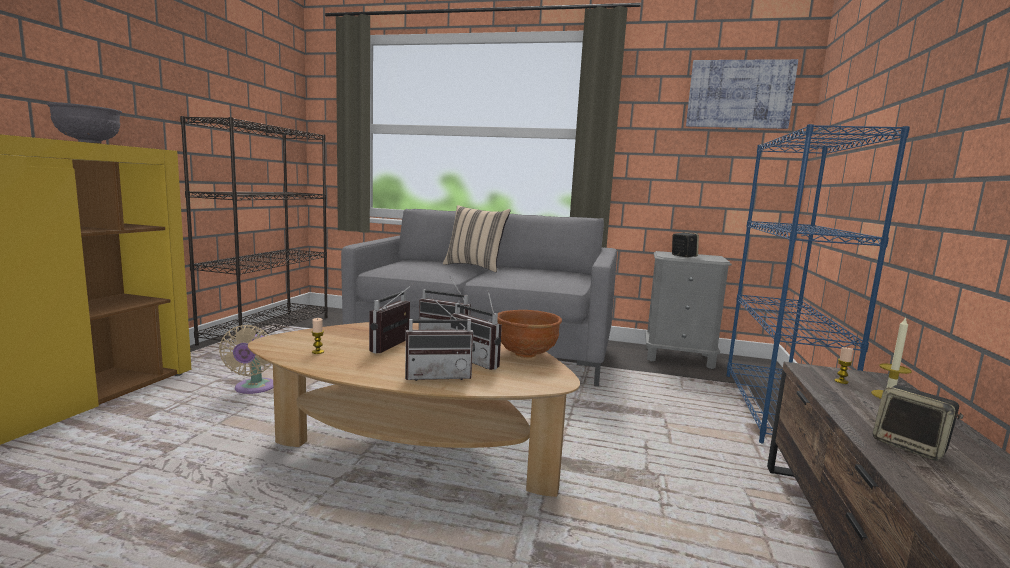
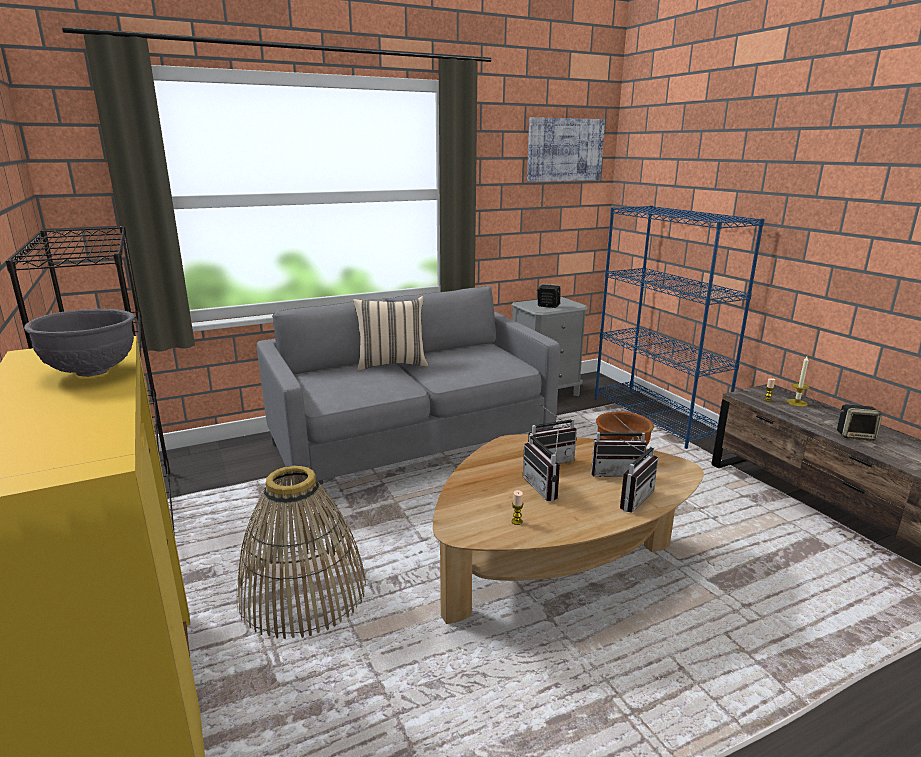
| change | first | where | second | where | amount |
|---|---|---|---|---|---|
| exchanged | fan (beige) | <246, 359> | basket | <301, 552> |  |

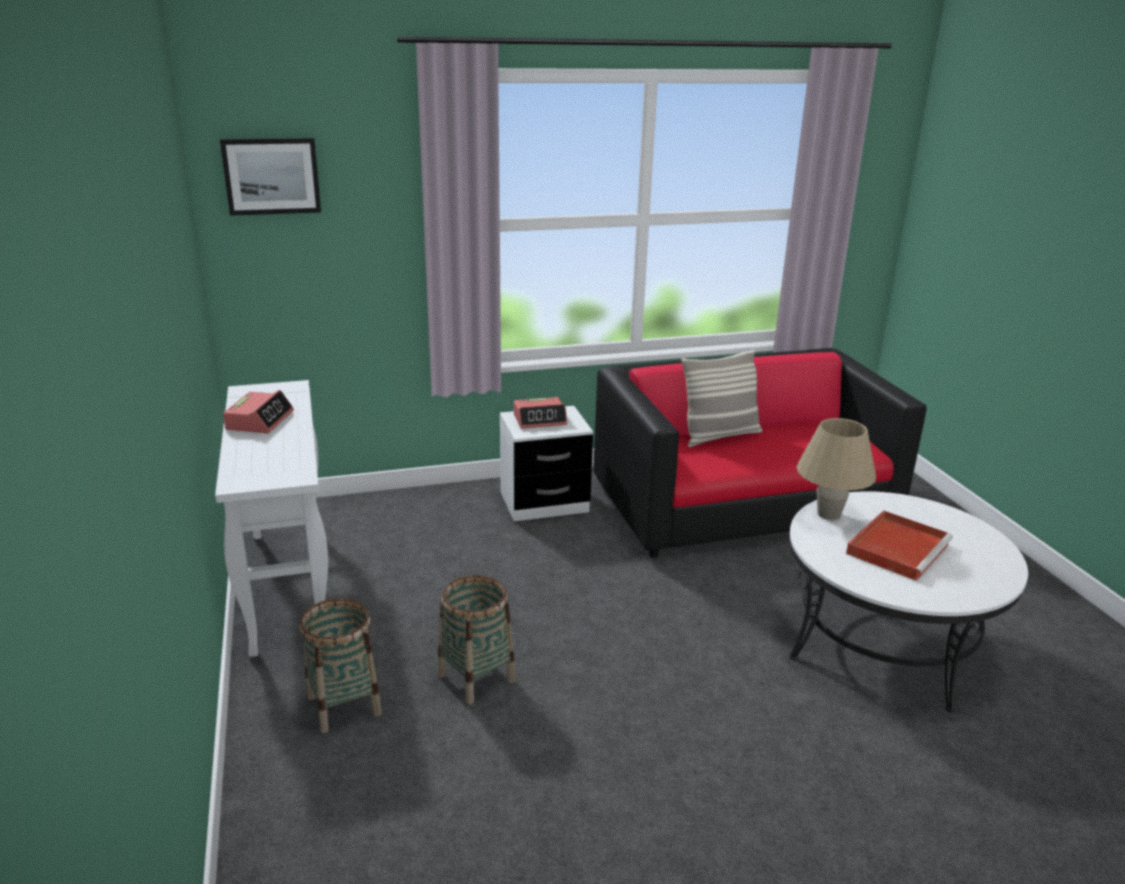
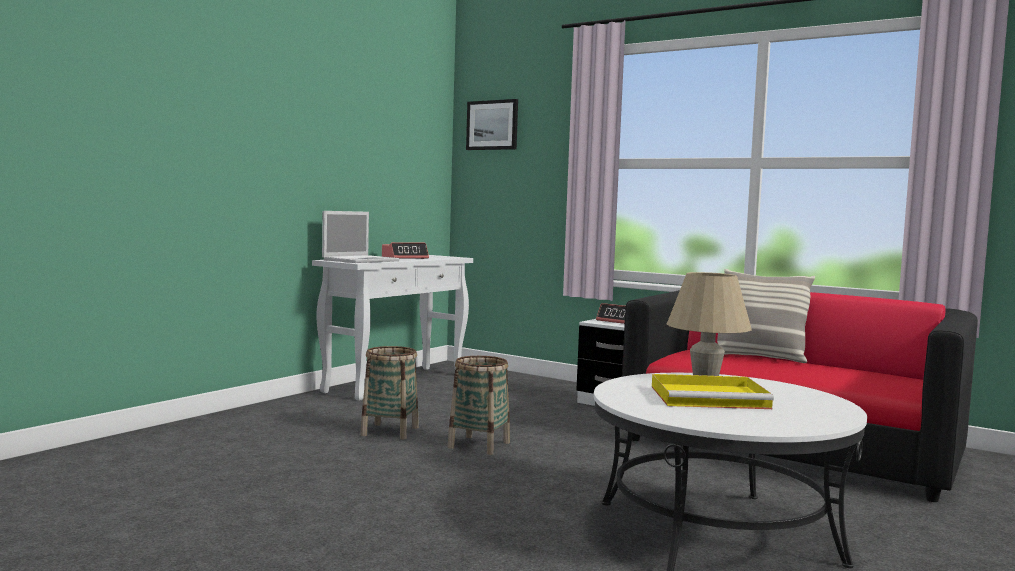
| change | first | where | second | where | amount |
|---|---|---|---|---|---|
| relocated | basket | <340, 665> |  | <478, 405> |  |
| colour | tray (red) | <899, 545> | tray (yellow) | <713, 391> |  |
| appeared |  |  | laptop | <361, 237> |  |

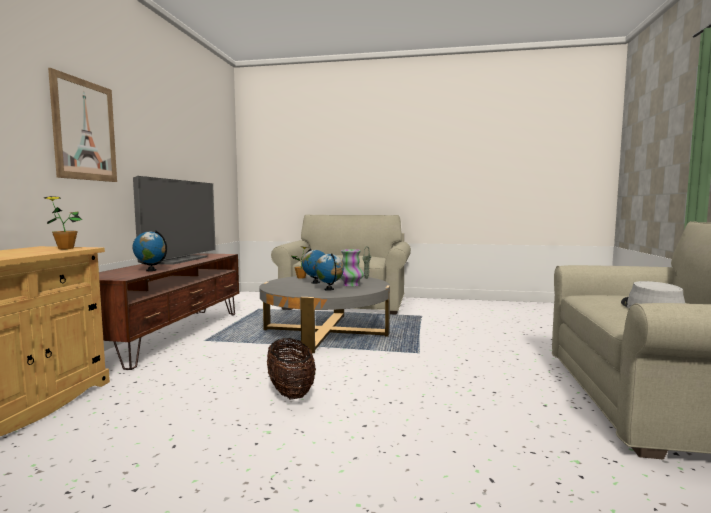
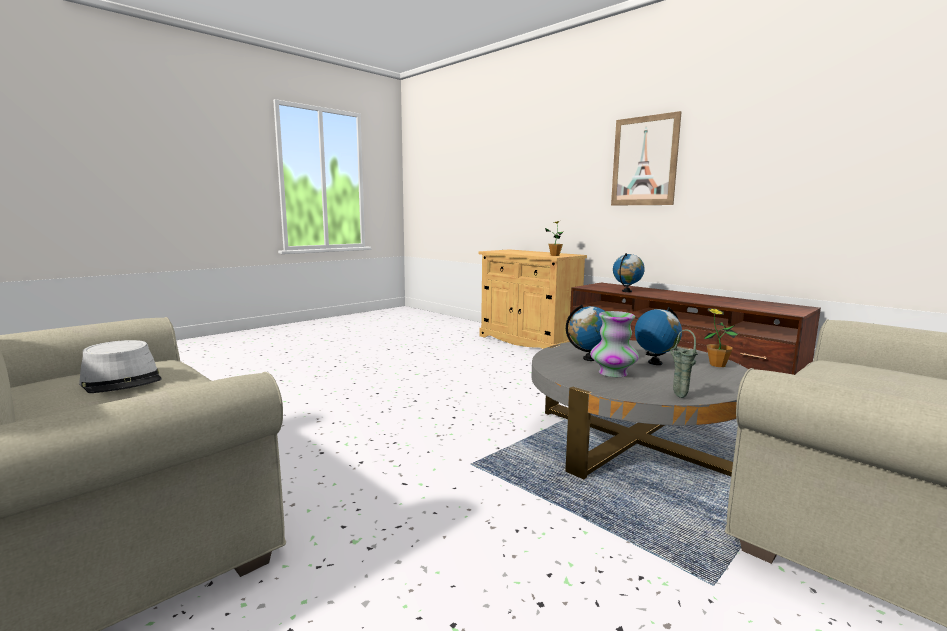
| change | first | where | second | where | amount |
|---|---|---|---|---|---|
| missing | television | <174, 220> |  |  |  |
| missing | basket | <291, 368> |  |  |  |

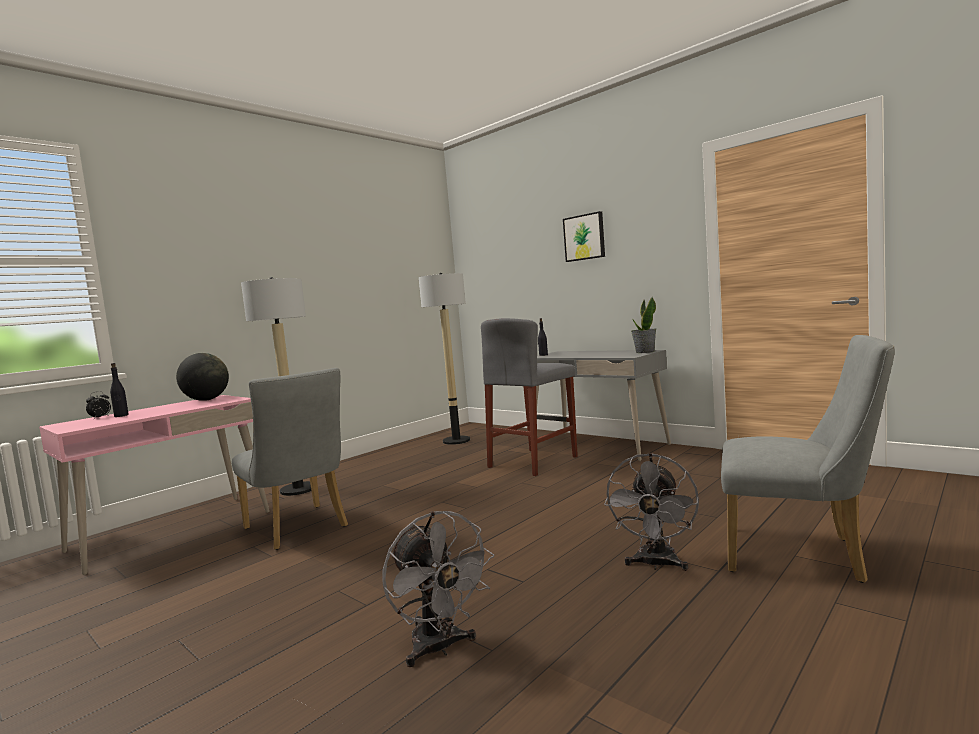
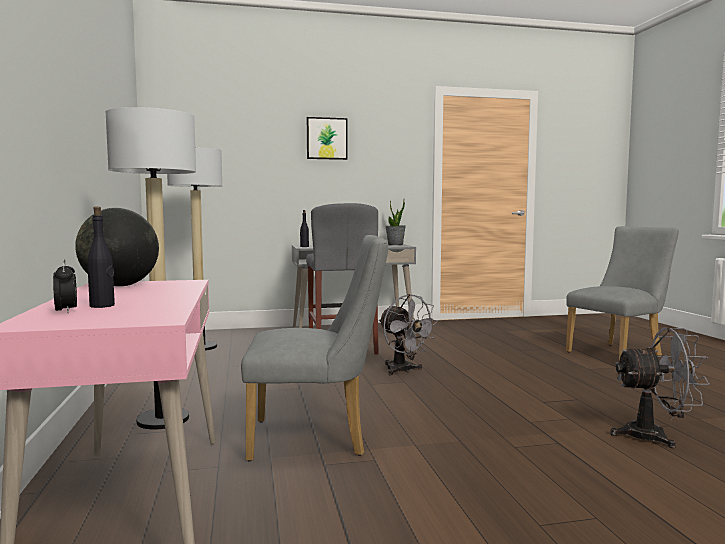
| change | first | where | second | where | amount |
|---|---|---|---|---|---|
| relocated | fan (grey) | <651, 512> |  | <408, 334> |  |

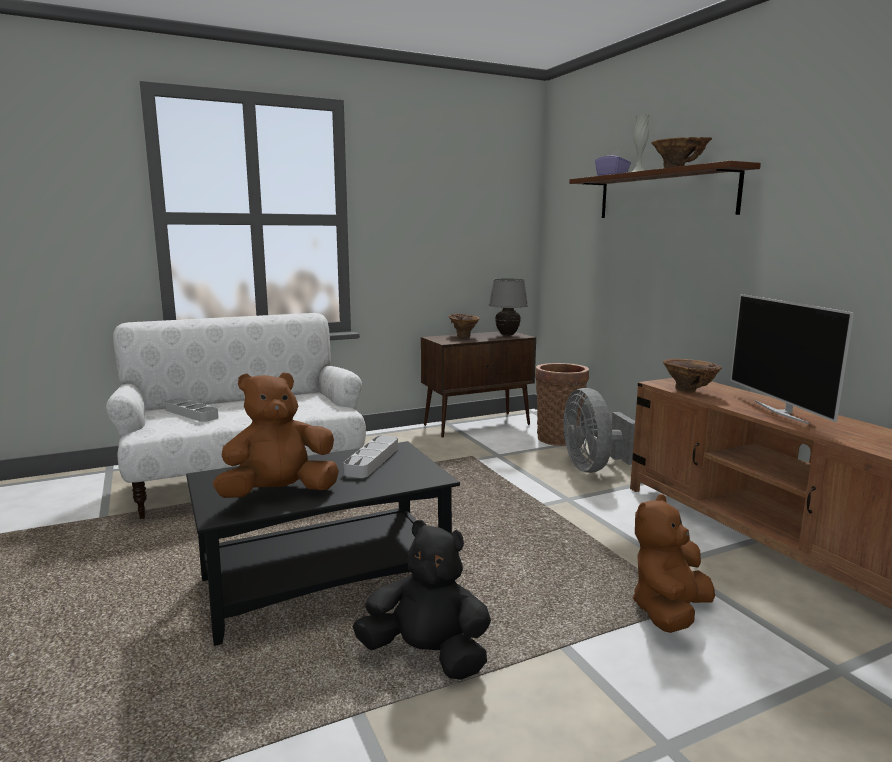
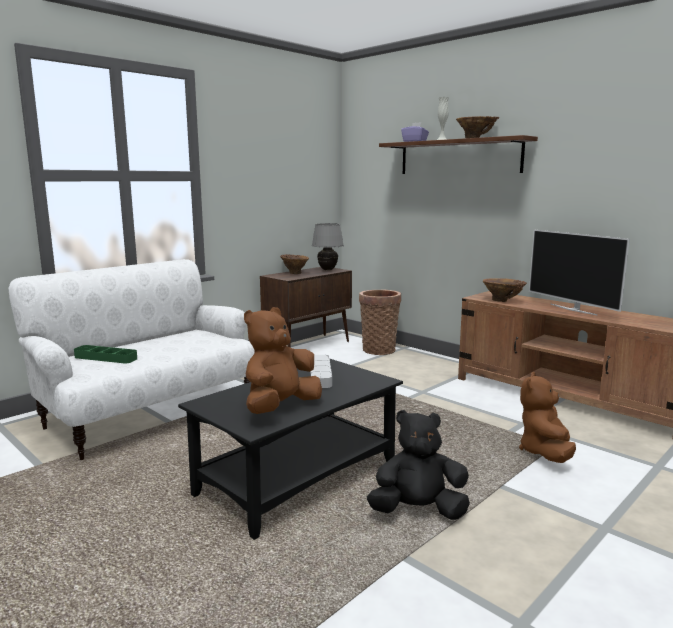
| change | first | where | second | where | amount |
|---|---|---|---|---|---|
| colour | tray (grey) | <192, 410> | tray (green) | <105, 354> |  |
| missing | fan (grey) | <599, 430> |  |  |  |

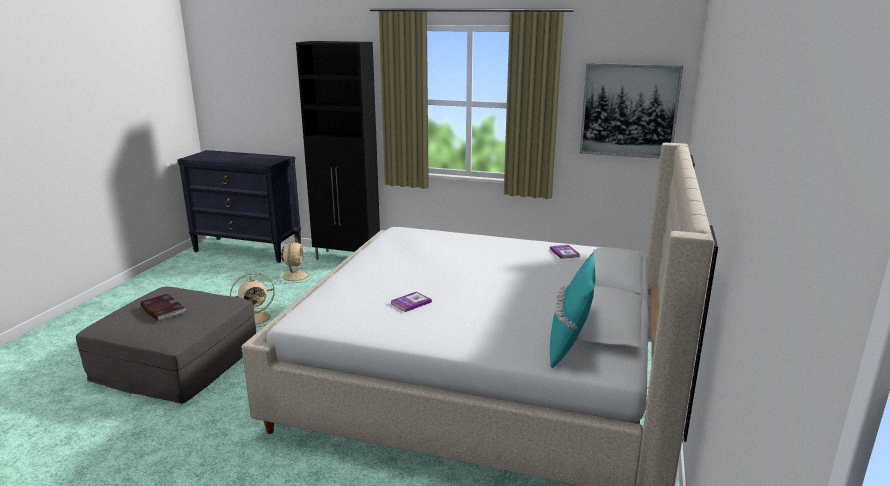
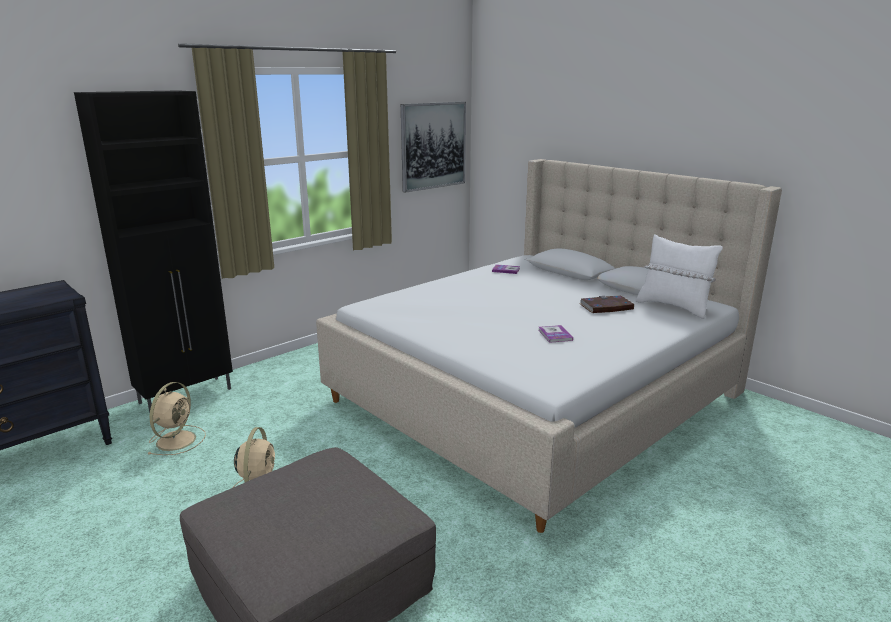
| change | first | where | second | where | amount |
|---|---|---|---|---|---|
| relocated | book | <163, 307> |  | <607, 304> |  |
| spun | fan (beige) | <296, 260> |  | <176, 418> | 75 degrees clockwise |
| colour | pillow (turquoise) | <573, 310> | pillow (white) | <679, 276> |  |

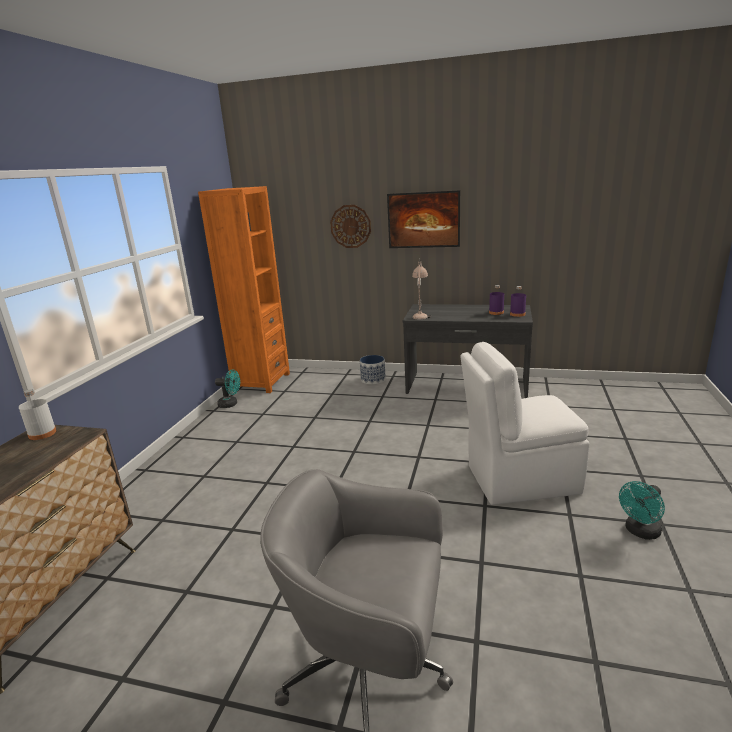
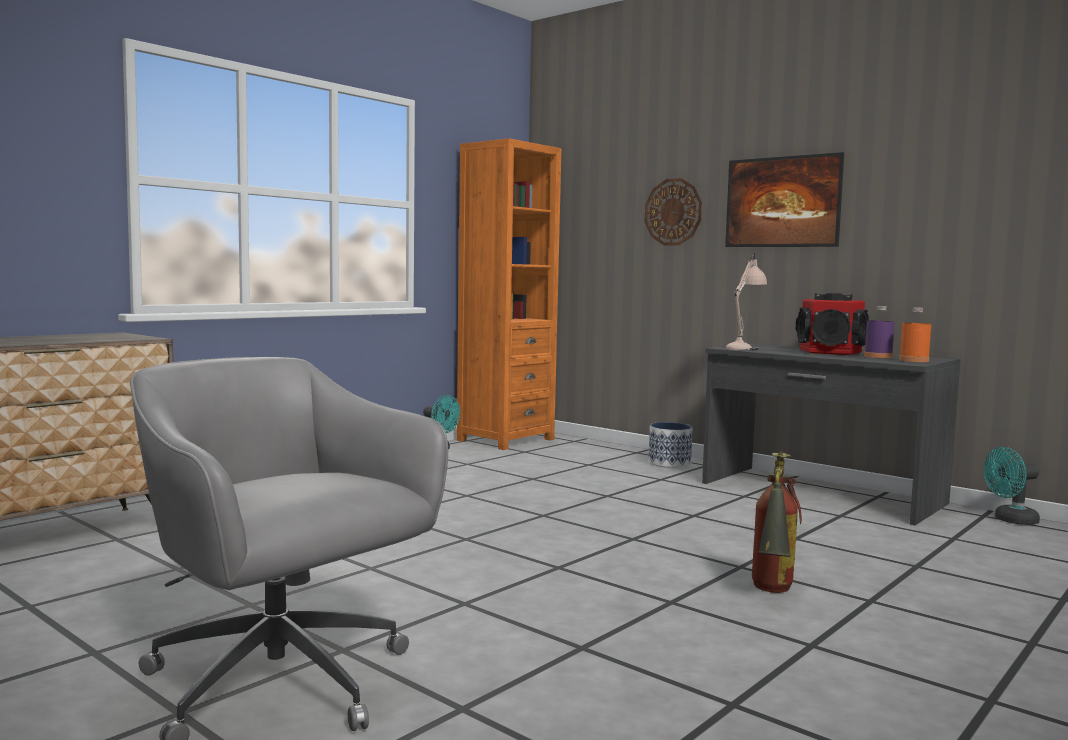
| change | first | where | second | where | amount |
|---|---|---|---|---|---|
| missing | bottle (white) | <38, 414> |  |  |  |
| exchanged | chair (white) | <524, 423> | fire extinguisher | <777, 522> |  |
| colour | bottle (purple) | <518, 301> | bottle (orange) | <915, 334> |  |
| relocated | fan (turquoise) | <642, 510> |  | <1012, 486> |  |
| appeared |  |  | speaker | <832, 324> |  |

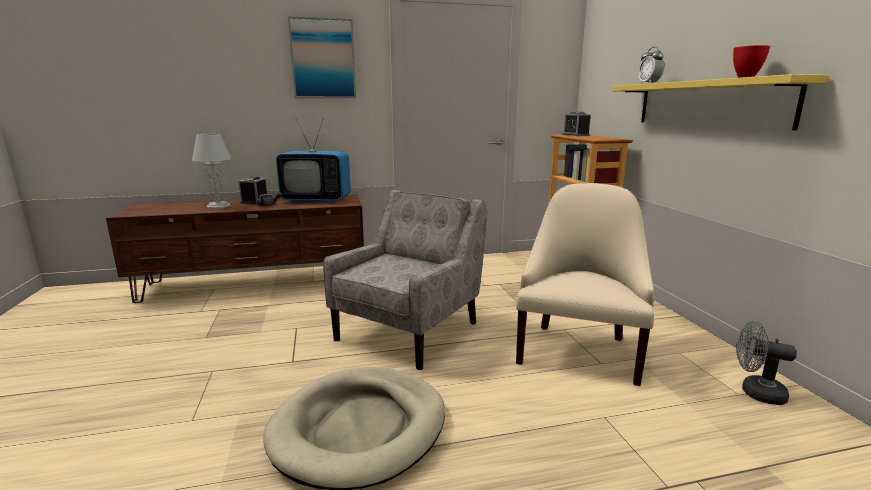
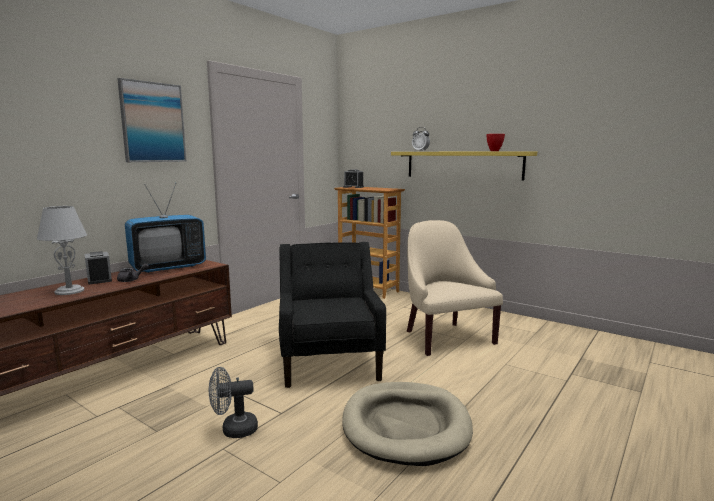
| change | first | where | second | where | amount |
|---|---|---|---|---|---|
| colour | armchair (beige) | <405, 280> | armchair (black) | <332, 315> |  |
| relocated | fan (grey) | <766, 363> |  | <233, 402> |  |

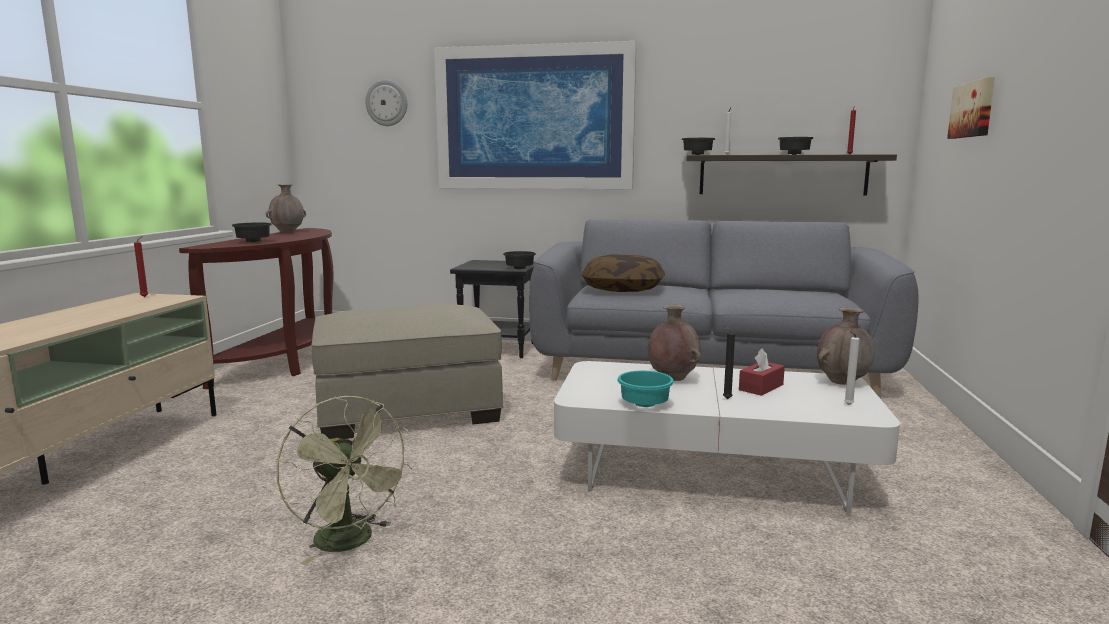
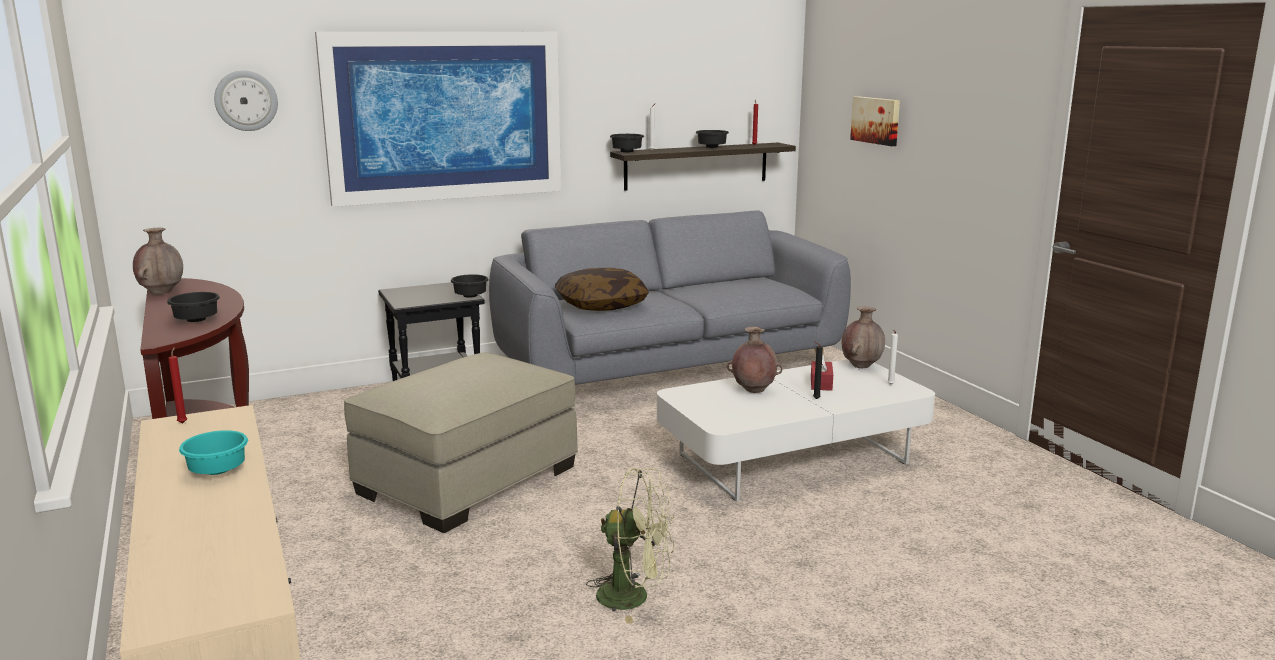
| change | first | where | second | where | amount |
|---|---|---|---|---|---|
| relocated | bowl (turquoise) | <645, 389> |  | <213, 452> |  |

